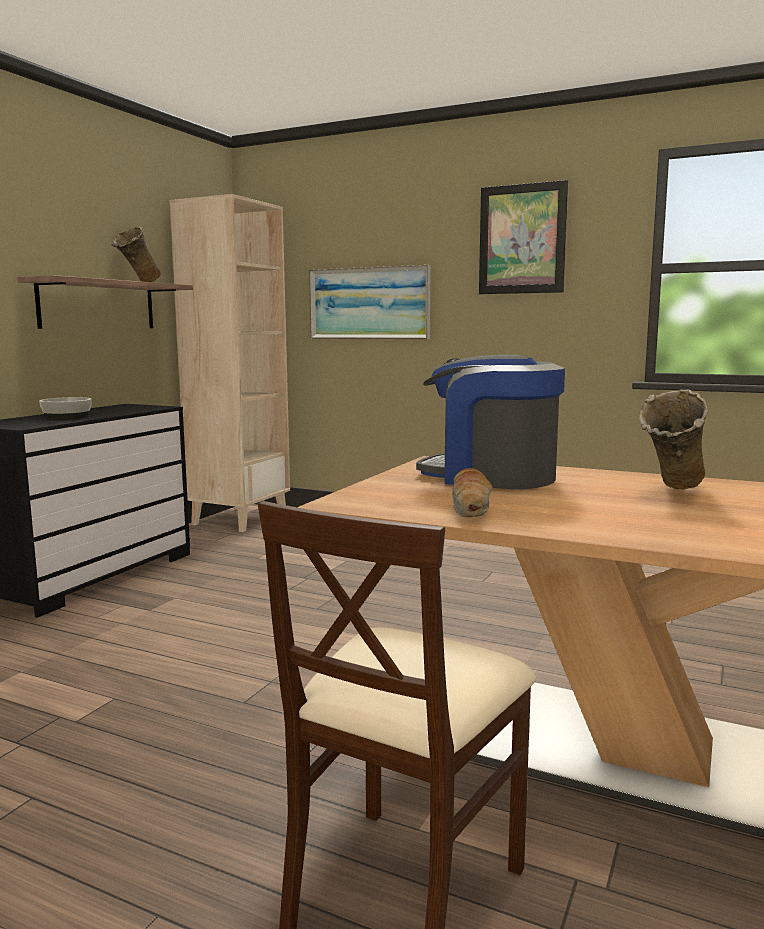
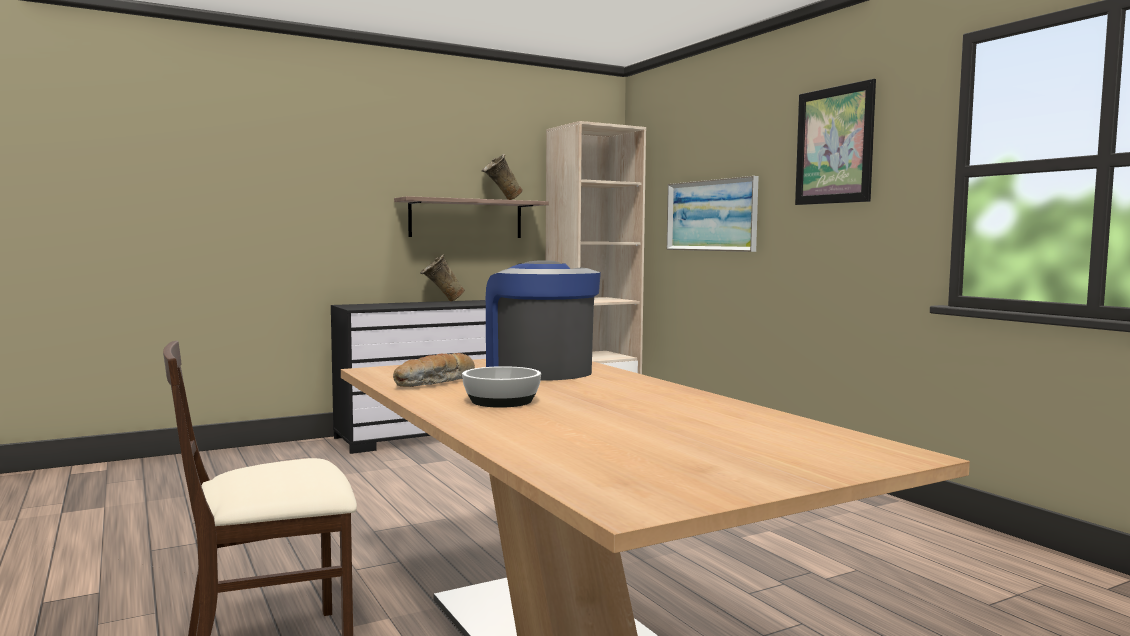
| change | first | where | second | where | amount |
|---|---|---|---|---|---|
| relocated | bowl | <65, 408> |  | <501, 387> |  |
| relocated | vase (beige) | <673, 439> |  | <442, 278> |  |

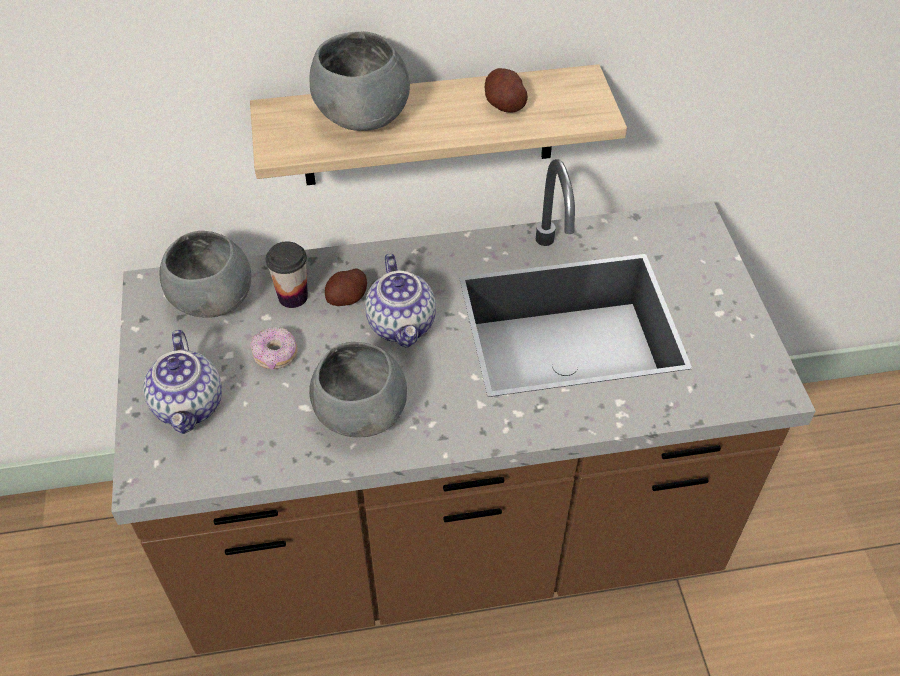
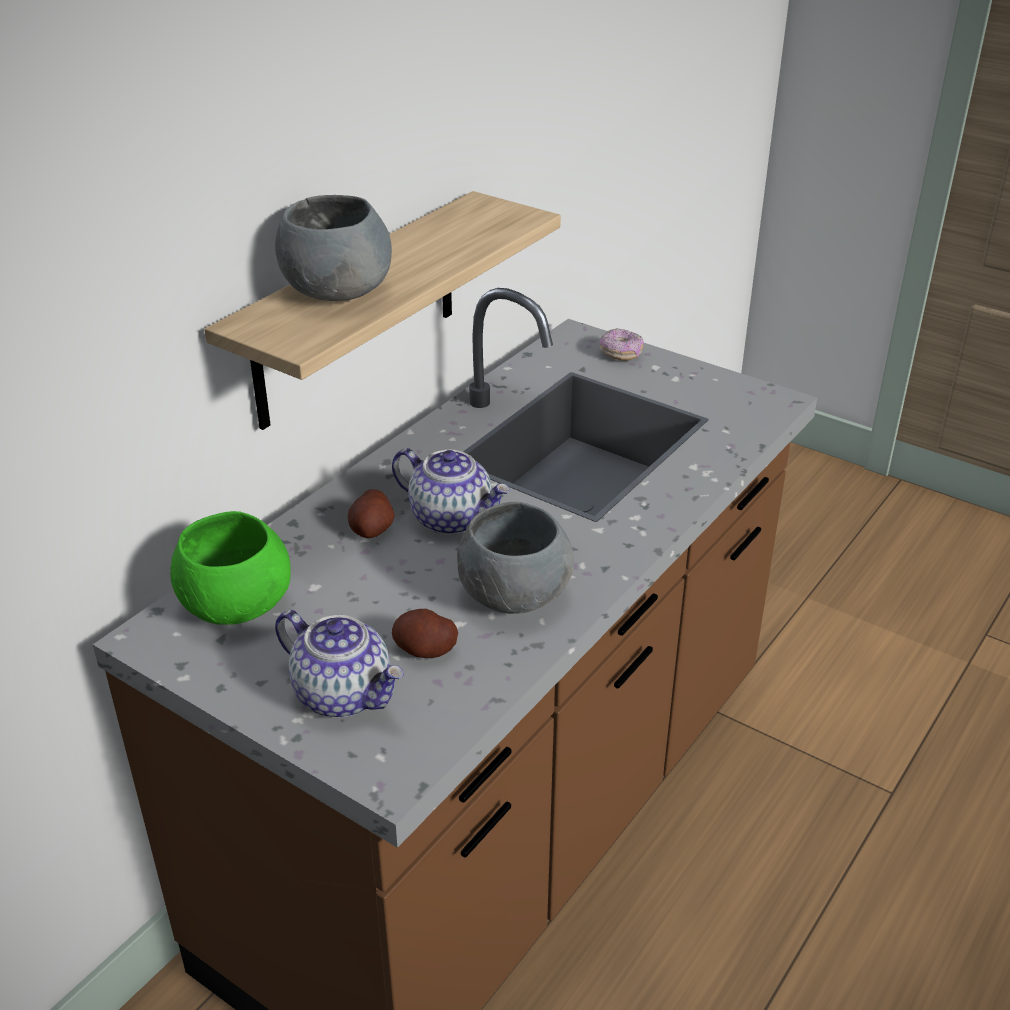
| change | first | where | second | where | amount |
|---|---|---|---|---|---|
| colour | bowl (grey) | <205, 274> | bowl (green) | <230, 568> |  |
| relocated | donut | <274, 348> |  | <622, 344> |  |
| missing | cup | <287, 274> |  |  |  |
| relocated | potato | <506, 90> |  | <425, 633> |  |

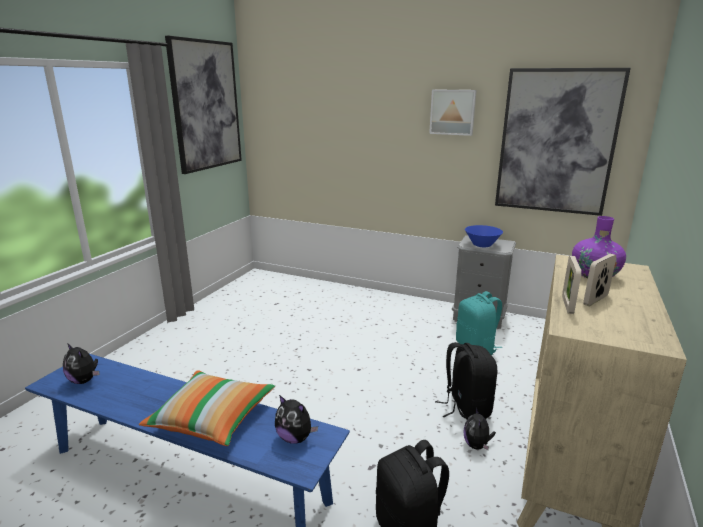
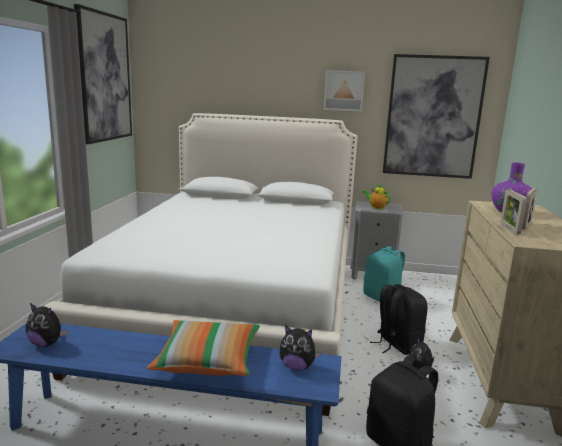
| change | first | where | second | where | amount |
|---|---|---|---|---|---|
| exchanged | bowl (blue) | <484, 236> | teapot | <376, 196> |  |
| appeared |  |  | bed (white) | <201, 264> |  |

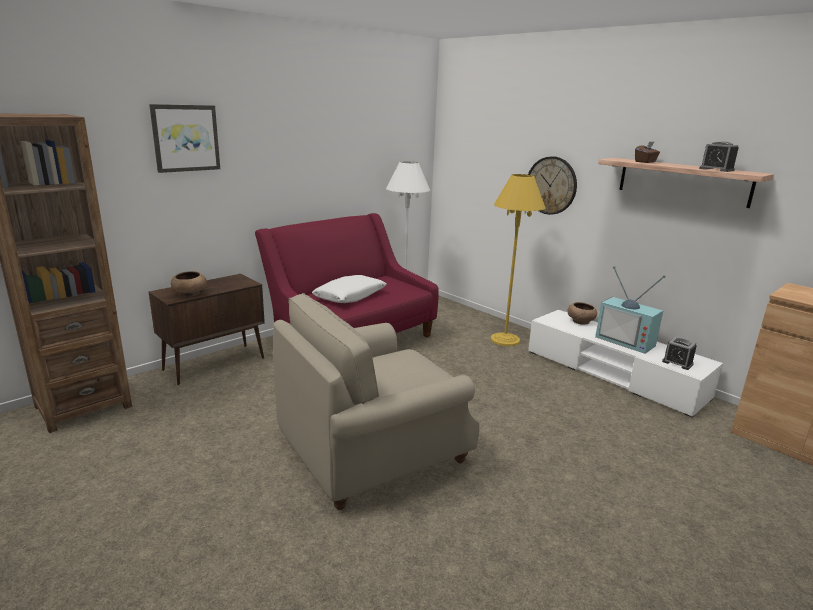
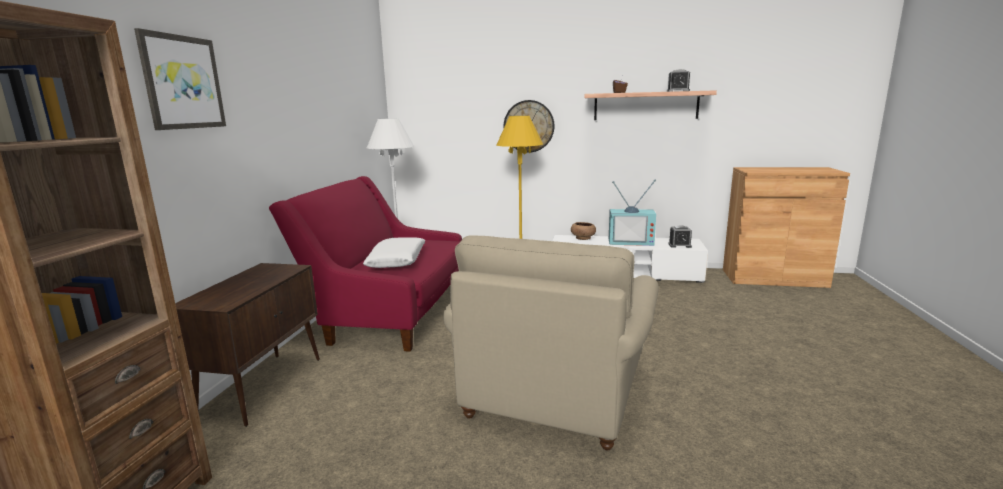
| change | first | where | second | where | amount |
|---|---|---|---|---|---|
| missing | bowl (brown) | <189, 284> |  |  |  |

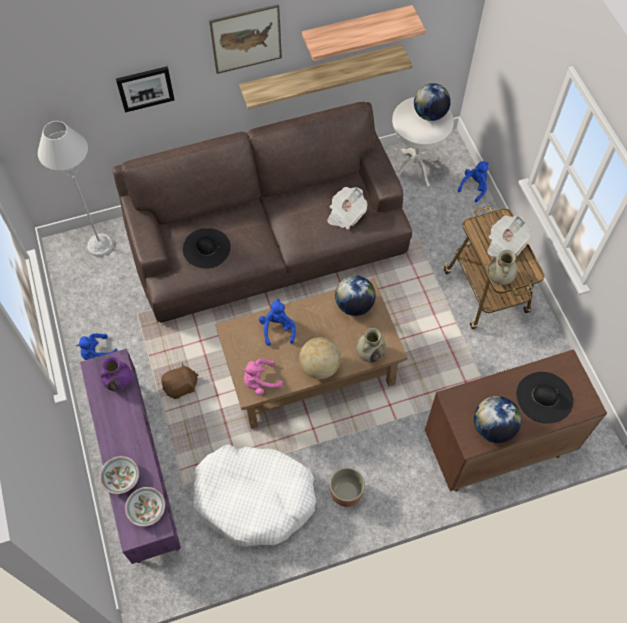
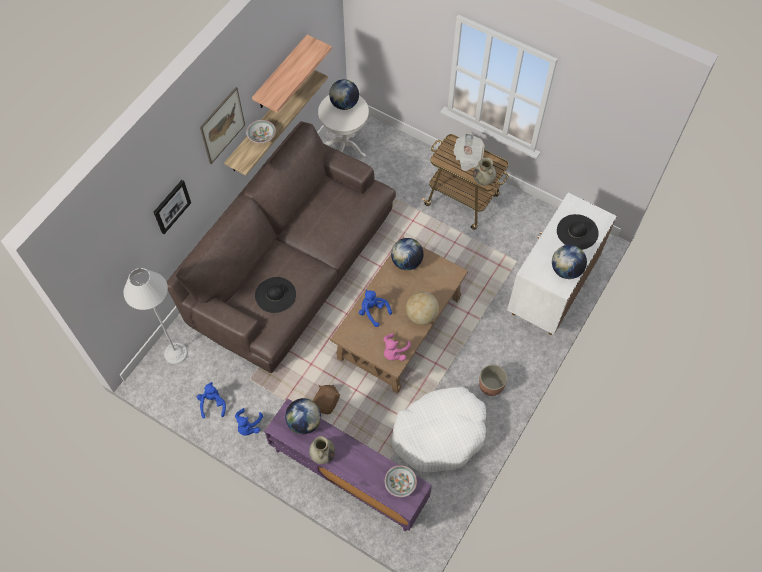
| change | first | where | second | where | amount |
|---|---|---|---|---|---|
| relocated | bowl | <119, 475> |  | <261, 131> |  |
| exchanged | vase (purple) | <116, 374> | globe | <303, 416> |  |
| missing | newspaper | <347, 208> |  |  |  |
| relocated | vase (beige) | <371, 345> |  | <322, 450> |  |
| colour | cabinet (brown) | <516, 420> | cabinet (white) | <562, 263> |  |
| relocated | plush toy (blue) | <473, 181> |  | <211, 400> |  |

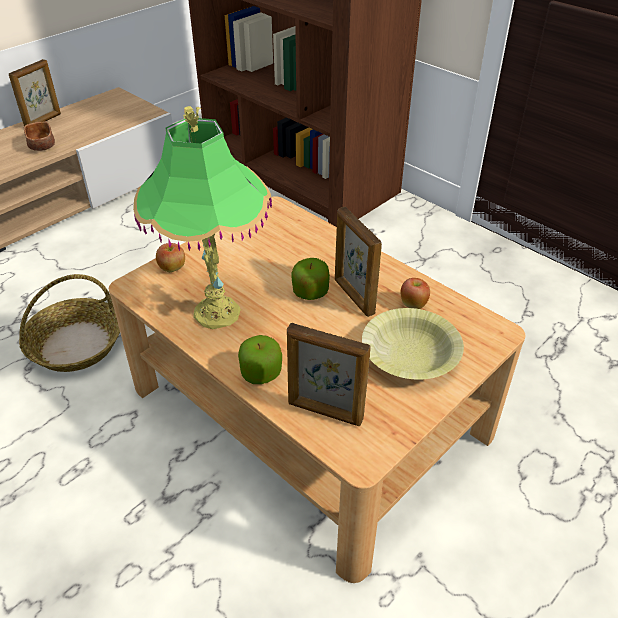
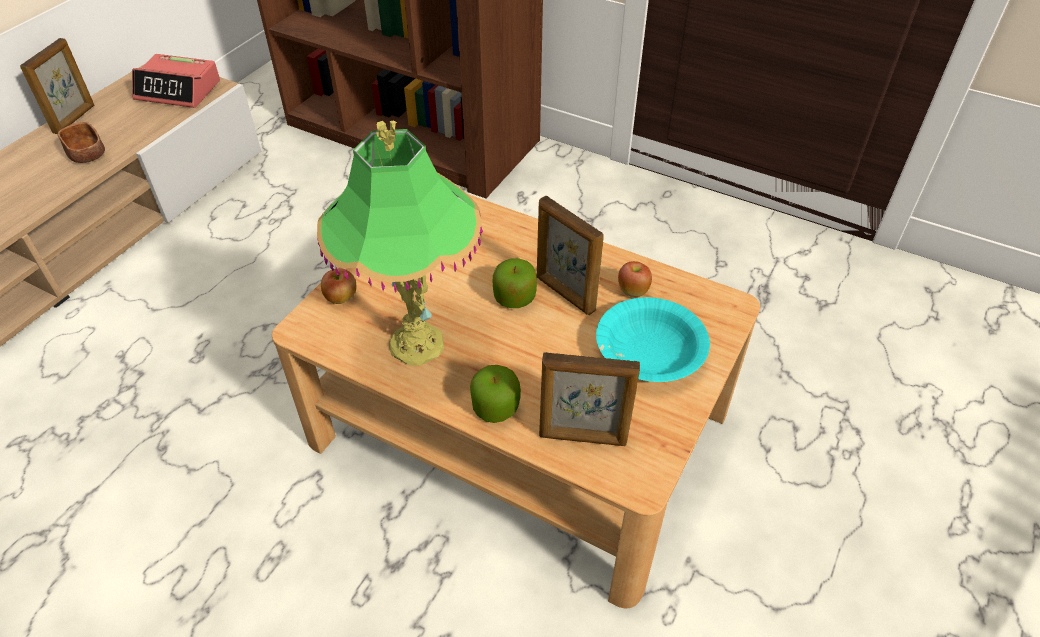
| change | first | where | second | where | amount |
|---|---|---|---|---|---|
| missing | basket | <69, 323> |  |  |  |
| colour | bowl (yellow) | <413, 344> | bowl (turquoise) | <653, 339> |  |
| appeared |  |  | alarm clock | <176, 81> |  |

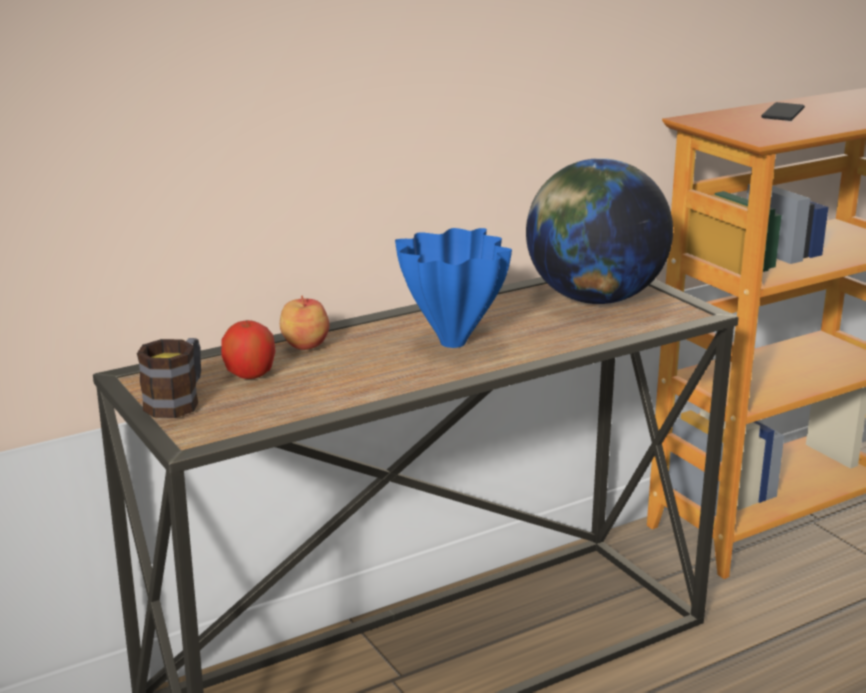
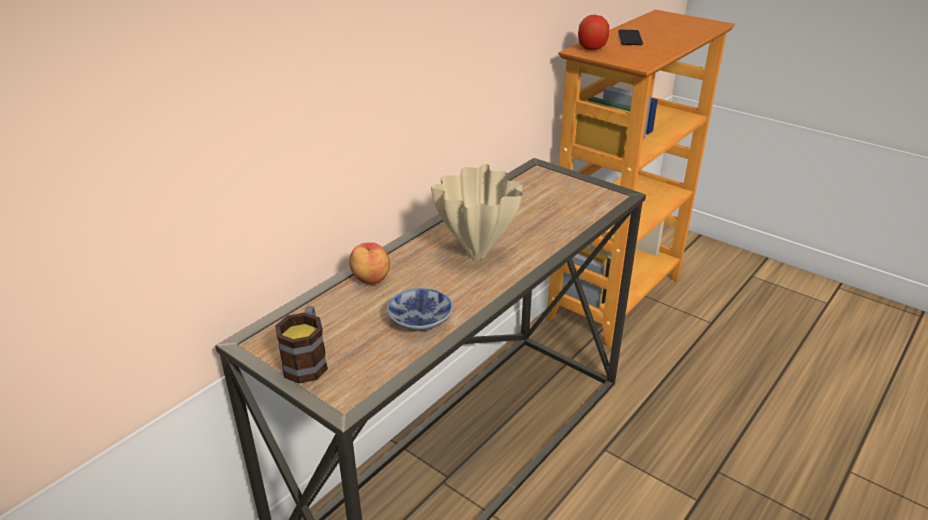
| change | first | where | second | where | amount |
|---|---|---|---|---|---|
| relocated | apple | <248, 349> |  | <593, 32> |  |
| colour | vase (blue) | <453, 288> | vase (beige) | <477, 211> |  |
| missing | globe | <599, 231> |  |  |  |
| appeared |  |  | bowl | <420, 309> |  |

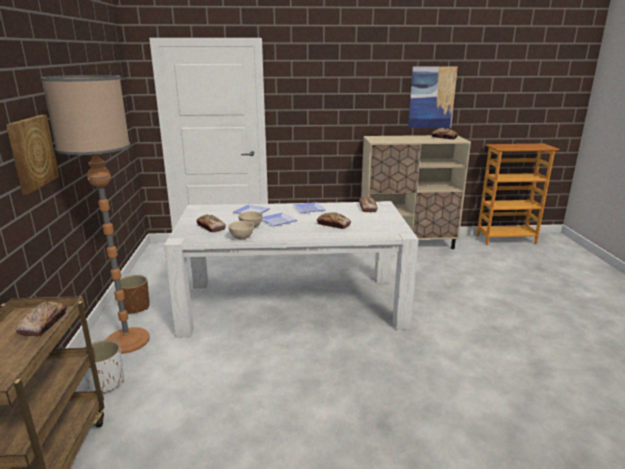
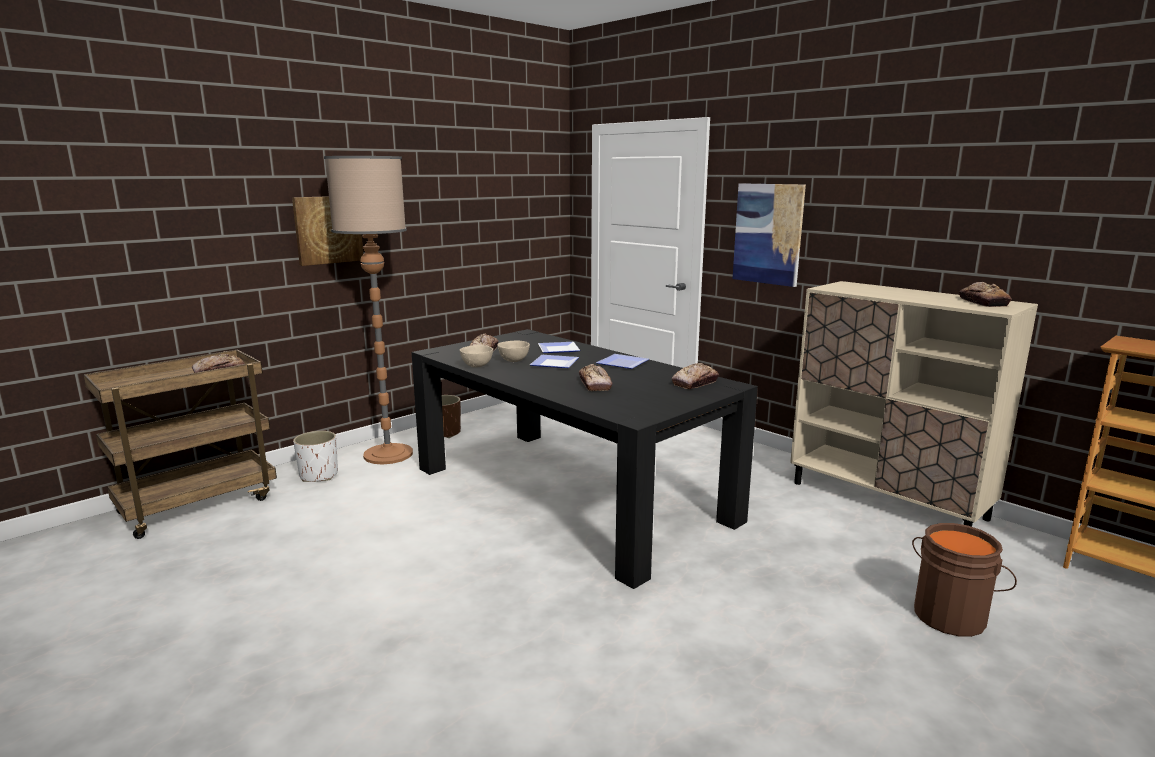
| change | first | where | second | where | amount |
|---|---|---|---|---|---|
| colour | dining table (white) | <291, 269> | dining table (black) | <584, 459> |  |
| relocated | picture | <433, 97> |  | <769, 235> |  |
| appeared |  |  | bucket (brown) | <964, 580> |  |

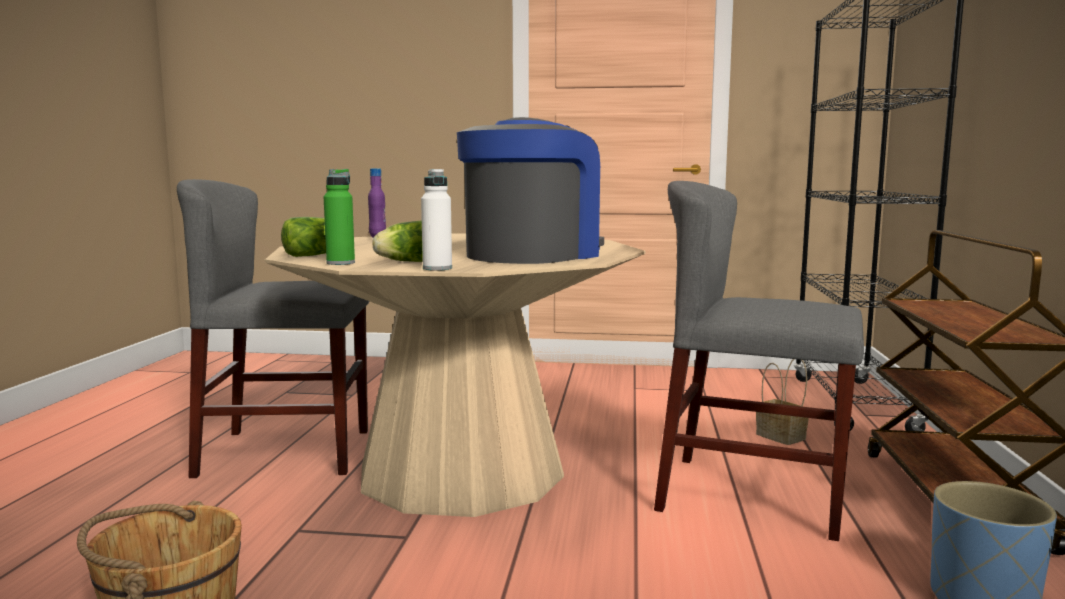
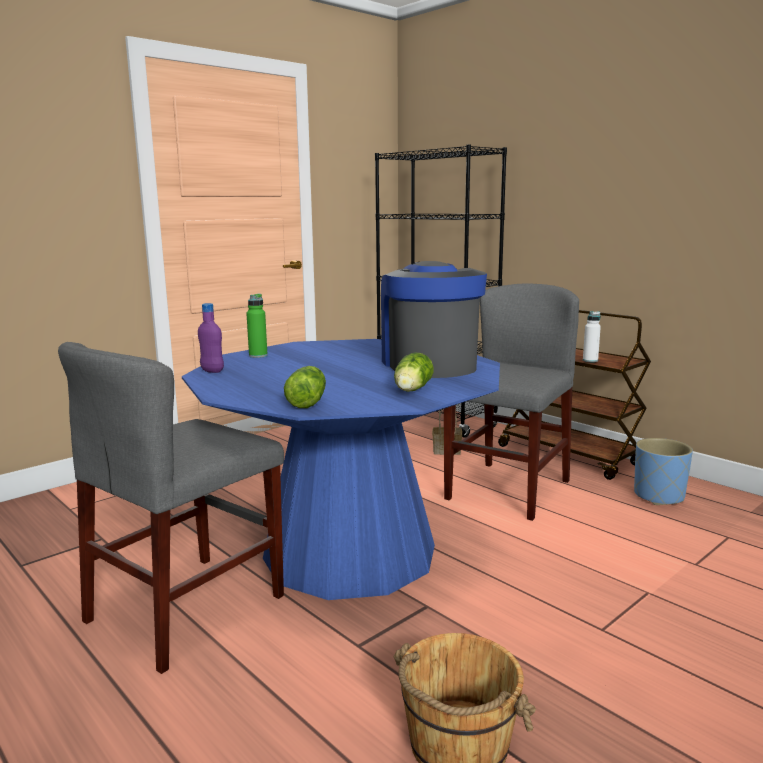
| change | first | where | second | where | amount |
|---|---|---|---|---|---|
| colour | dining table (beige) | <455, 375> | dining table (blue) | <341, 469> |  |
| relocated | bottle (green) | <339, 217> |  | <257, 326> |  |
| relocated | bottle (white) | <436, 220> |  | <592, 336> |  |
| spun | chair (grey) | <759, 361> |  | <511, 402> | 150 degrees clockwise |

